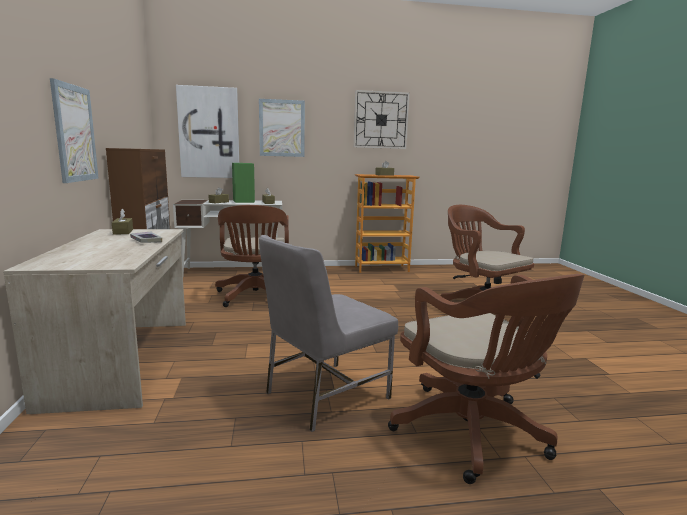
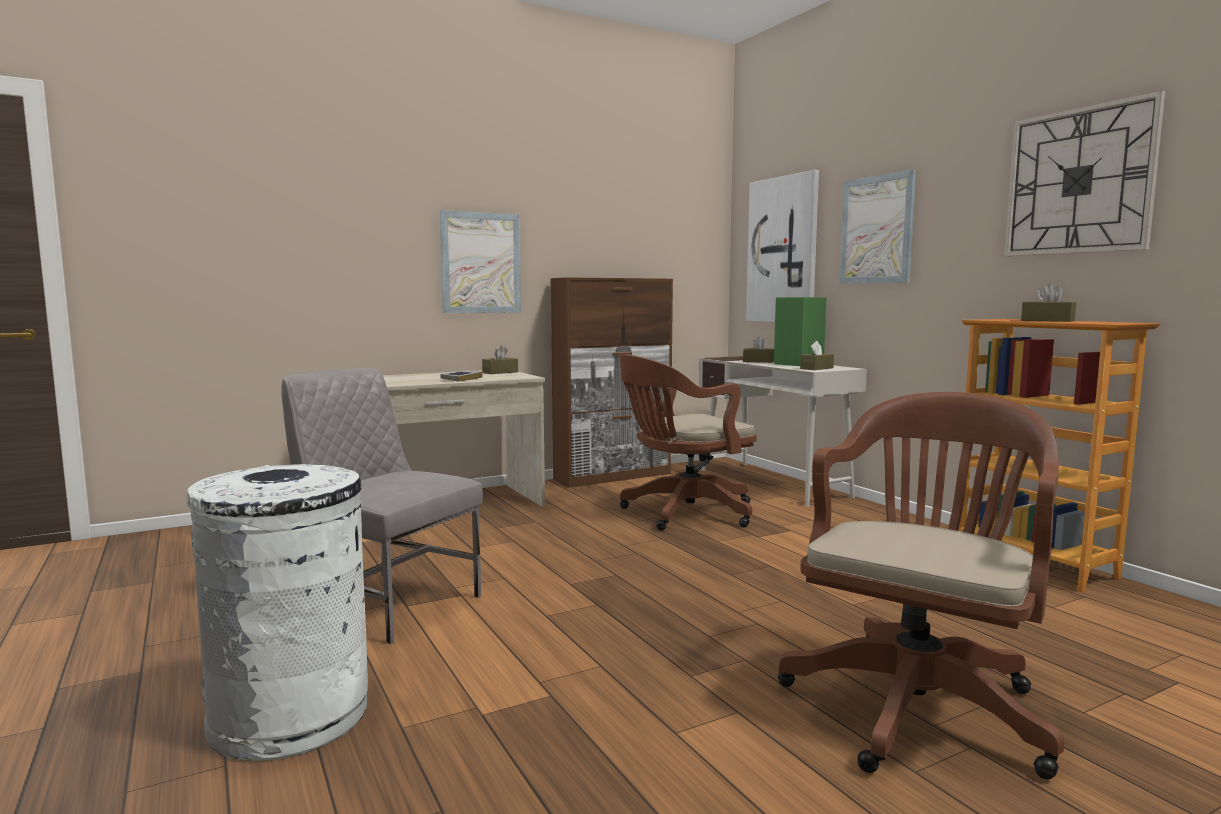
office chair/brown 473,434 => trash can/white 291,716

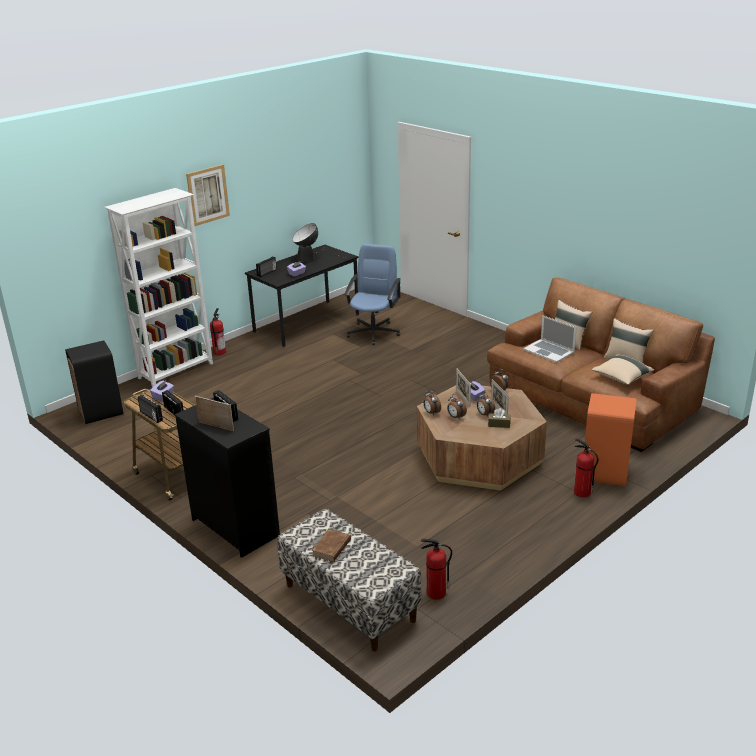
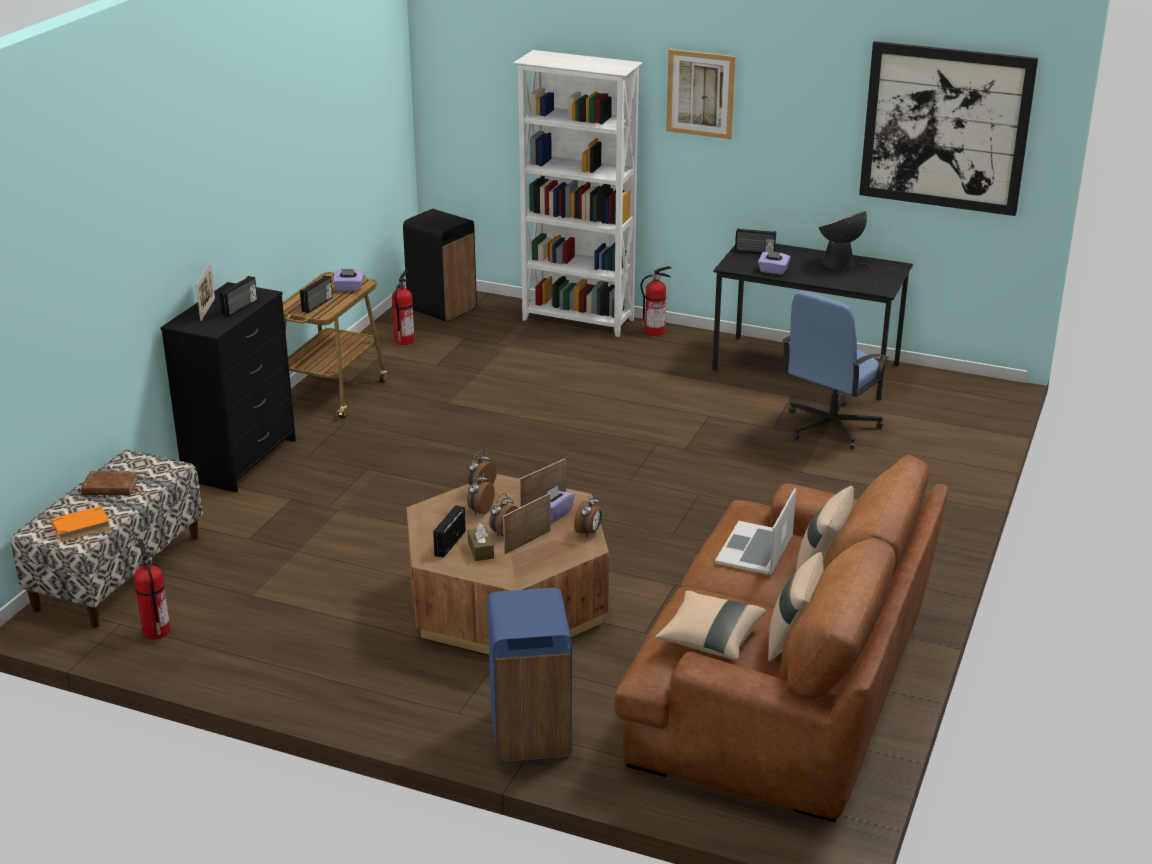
radio 150,416 => radio 449,543, relocated
office chair/blue 374,332 => office chair/blue 830,427, 135 degrees clockwise
fire extinguisher 581,492 => fire extinguisher 404,340, relocated
trash can/orange 605,473 => trash can/blue 529,734
nothing => book/orange 81,527
nothing => picture 945,128

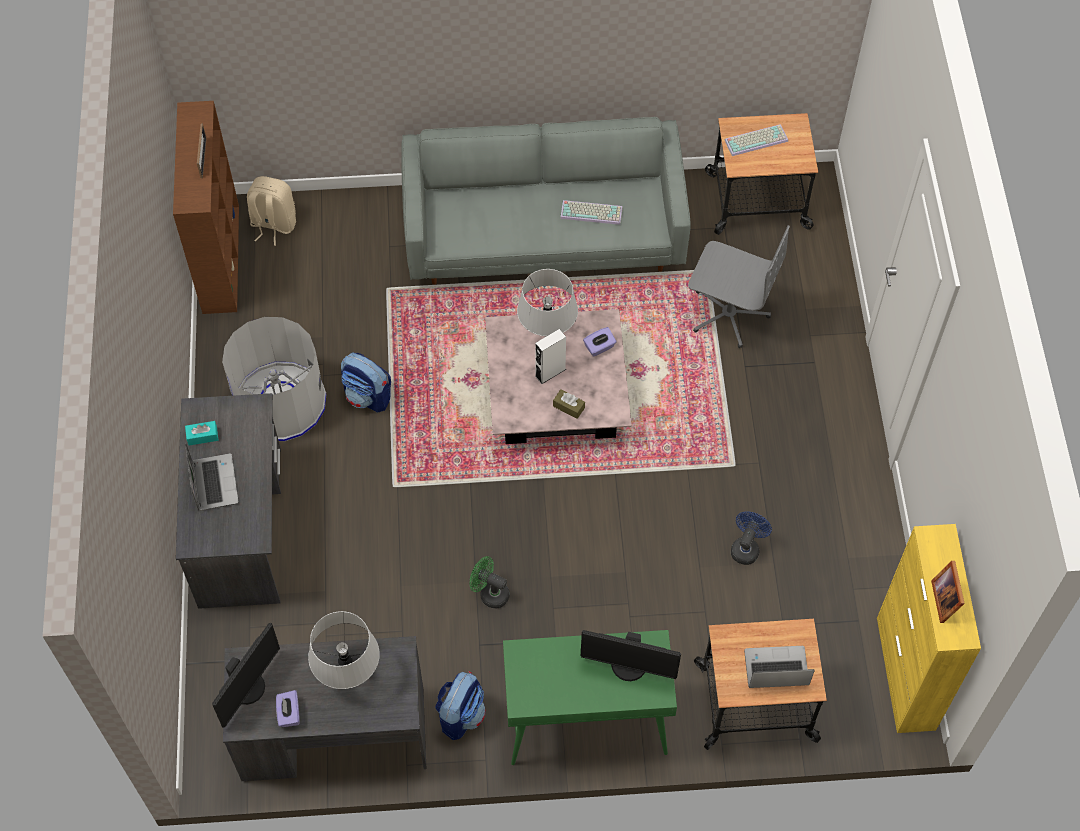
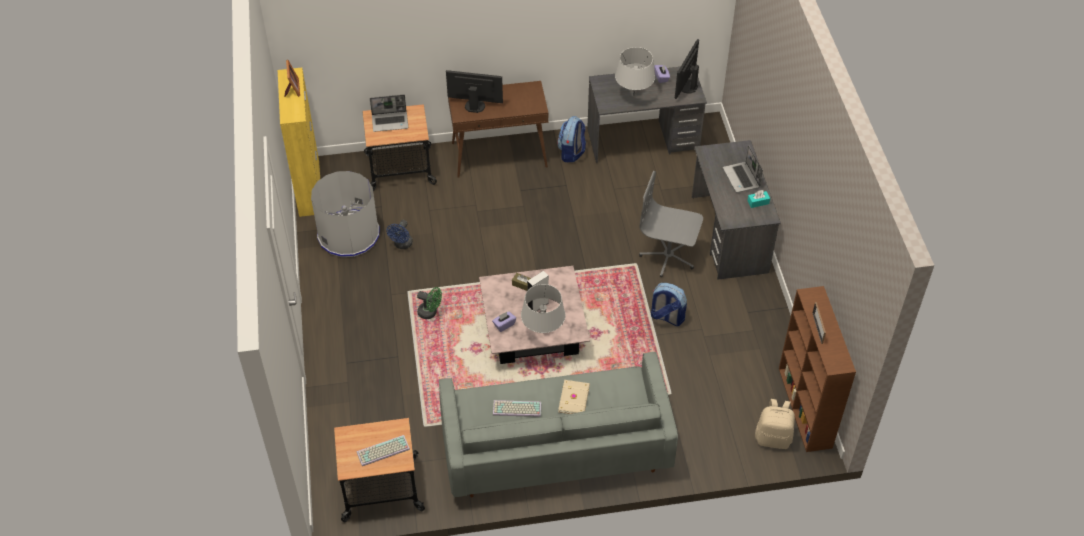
trash can/grey 280,403 => trash can/grey 348,234, relocated
fan/green 490,593 => fan/green 430,313, relocated
console table/green 585,720 => console table/brown 499,155
office chair/grey 728,313 => office chair/grey 668,256, relocated
nothing => book/beige 575,399

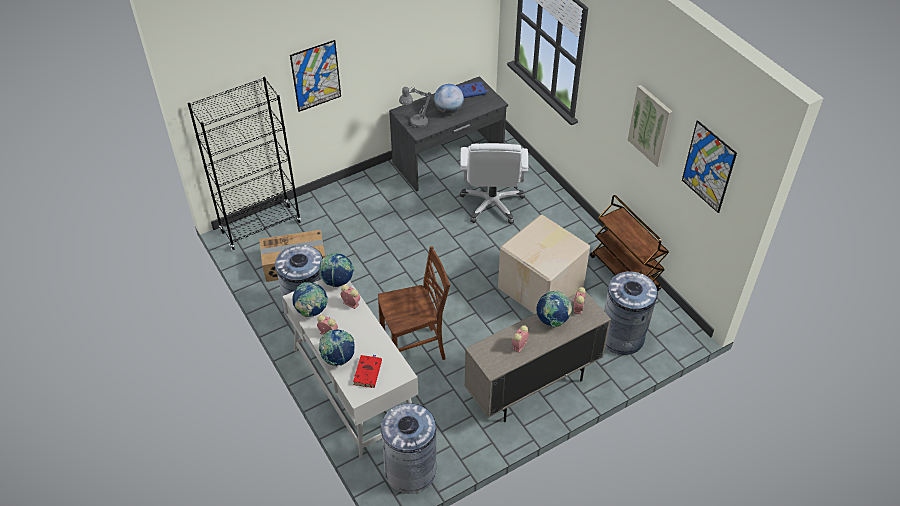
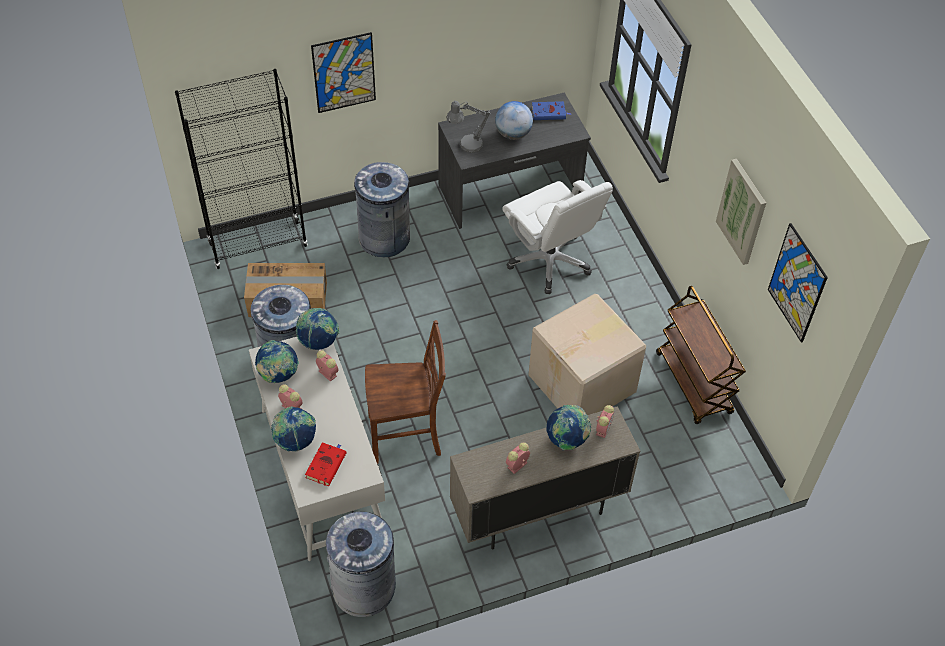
office chair/white 492,204 => office chair/white 550,261, 45 degrees counterclockwise
trash can/grey 622,337 => trash can/grey 384,238, relocated

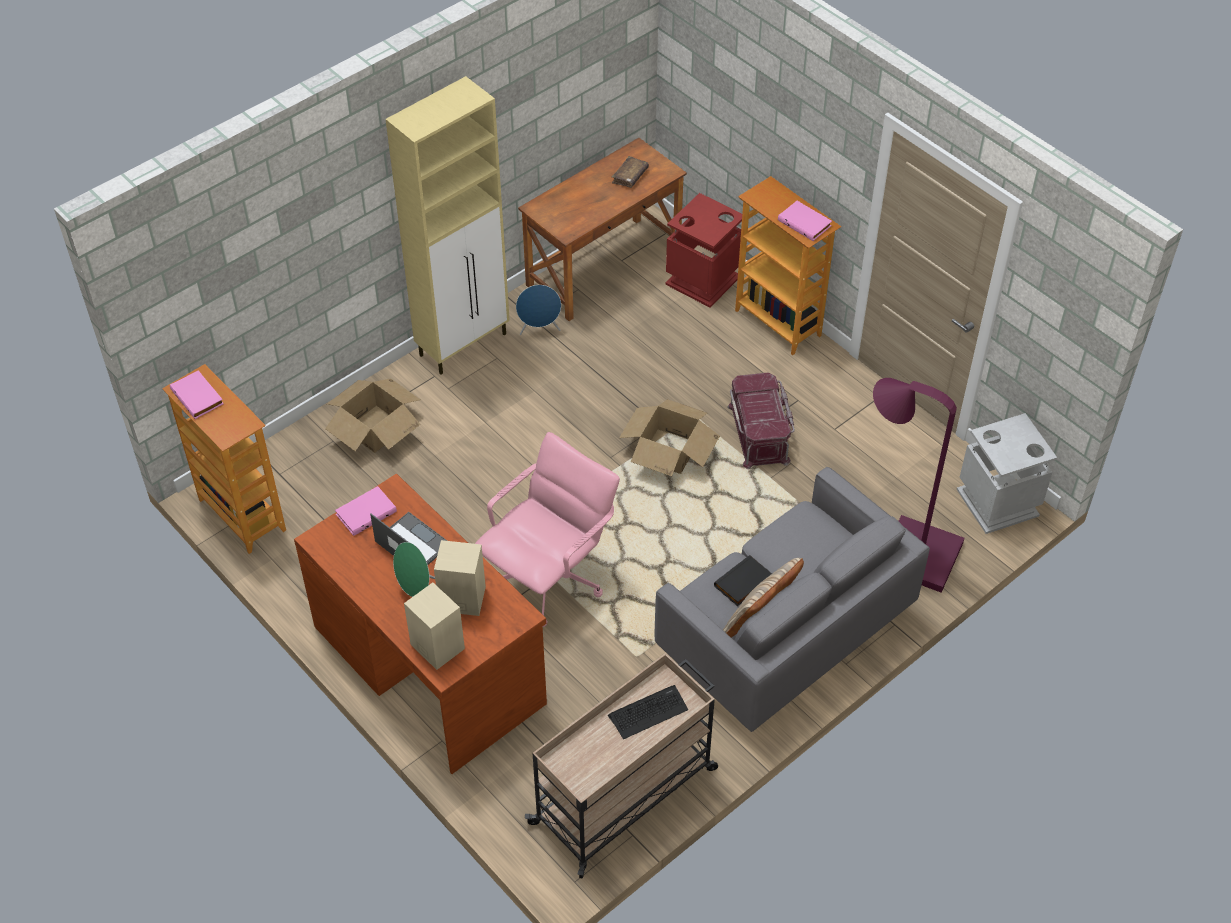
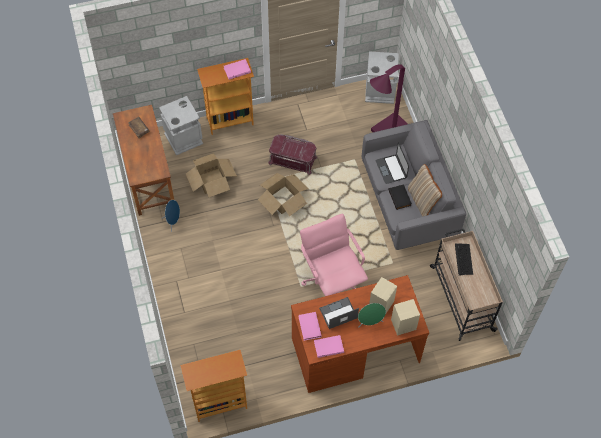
book/pink 198,396 => book/pink 329,346, relocated
cardboard box 375,428 => cardboard box 211,181, relocated
cabinet/beige 464,344 => nothing
trash can/red 704,280 => trash can/grey 183,138
nothing => laptop 391,169

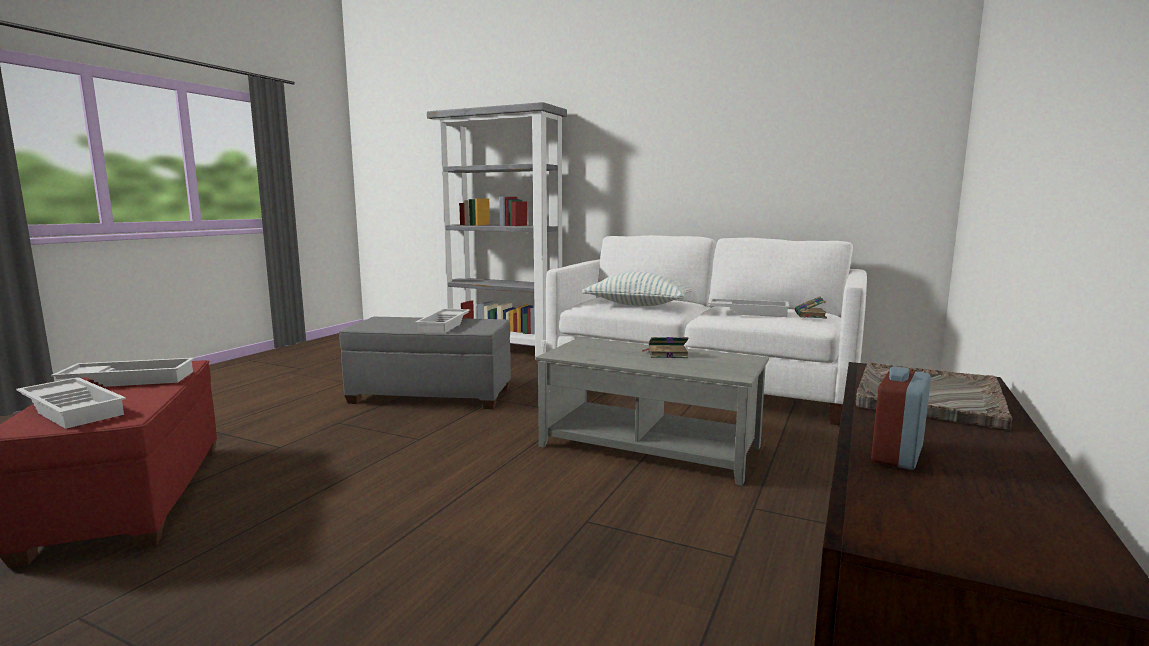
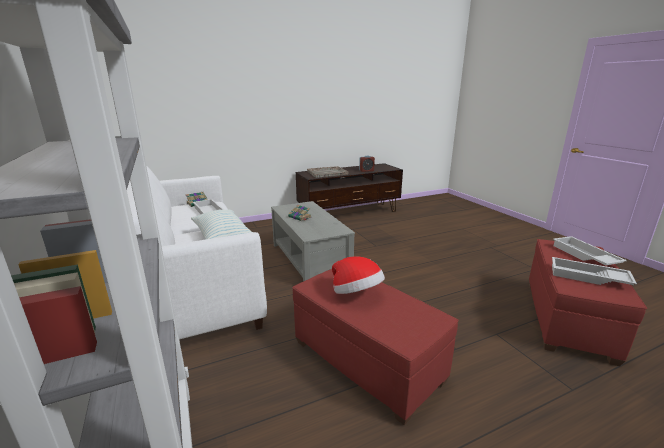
ottoman/grey 431,395 => ottoman/red 366,361
tray/white 445,325 => hat 356,294

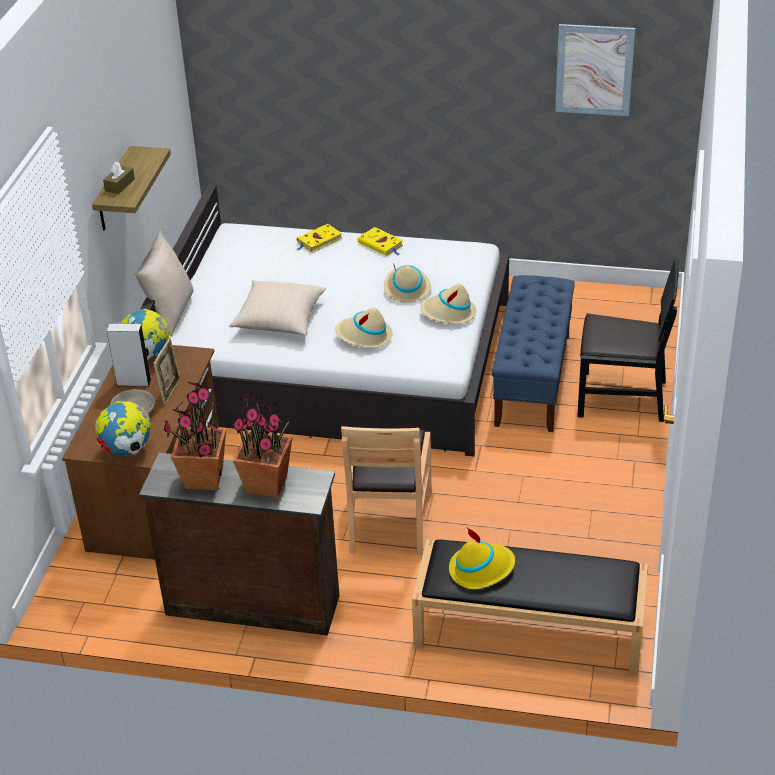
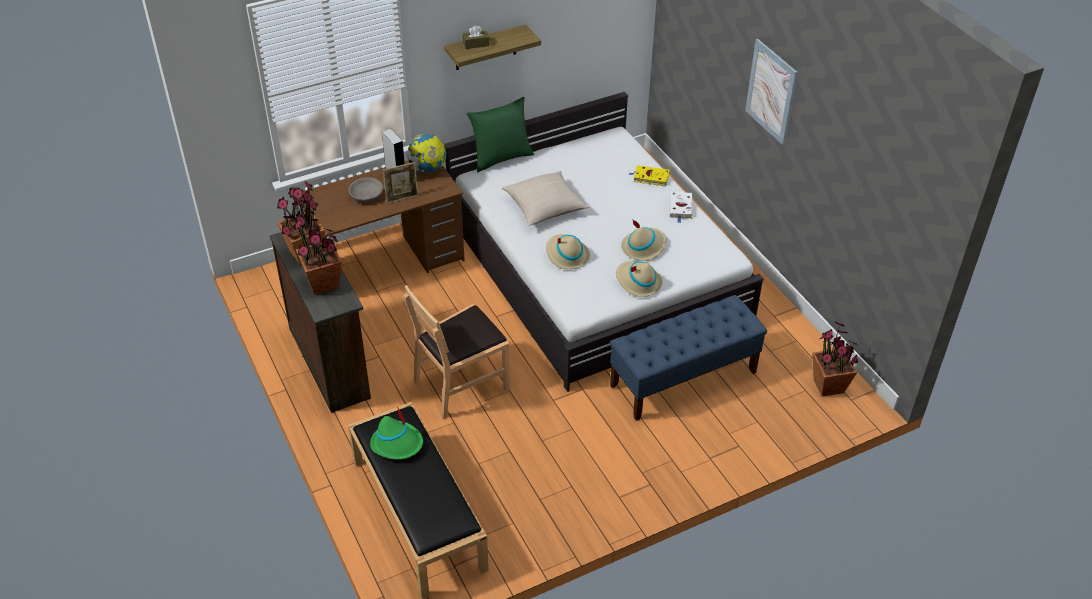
globe 127,450 => nothing
pillow/beige 170,313 => pillow/green 501,158
book/yellow 381,244 => book/white 681,208
hat/yellow 481,569 => hat/green 397,443
picture 594,70 => picture 771,91, relocated
chair/black 621,397 => nothing
nothing => potted plant 828,386

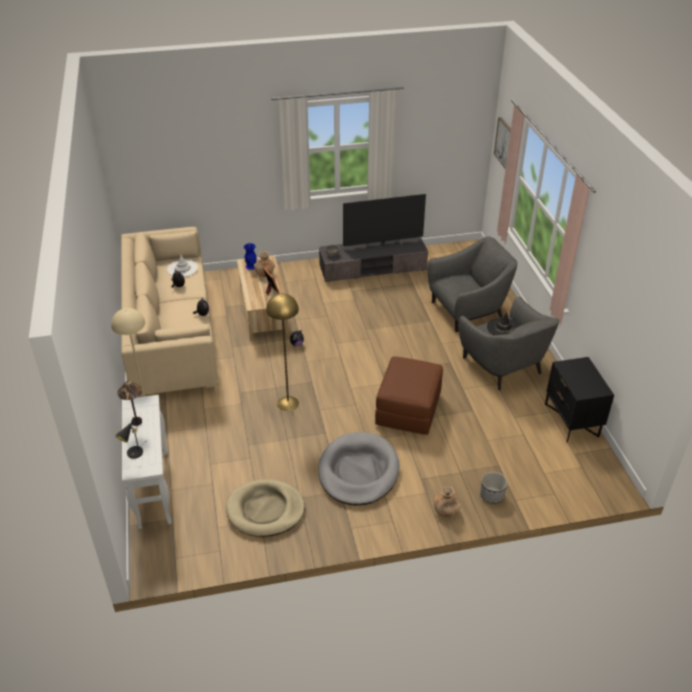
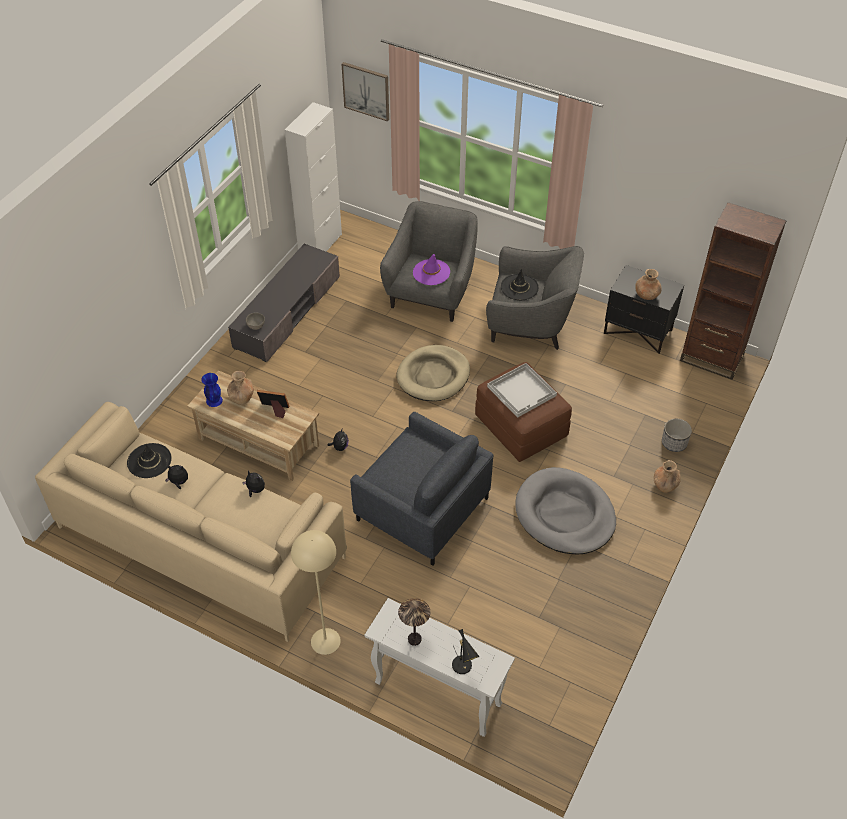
hat/white 182,269 => hat/black 149,461
dog bed/beige 265,510 => dog bed/beige 433,376, relocated
floor lamp/yellow 288,403 => armchair/grey 422,509
television 383,244 => nothing
nothing => cabinet/white 320,245
nothing => hat/purple 431,272
nothing => tray/white 522,391
nothing => vase/brown 646,295
nothing => bookcase/brown 711,358

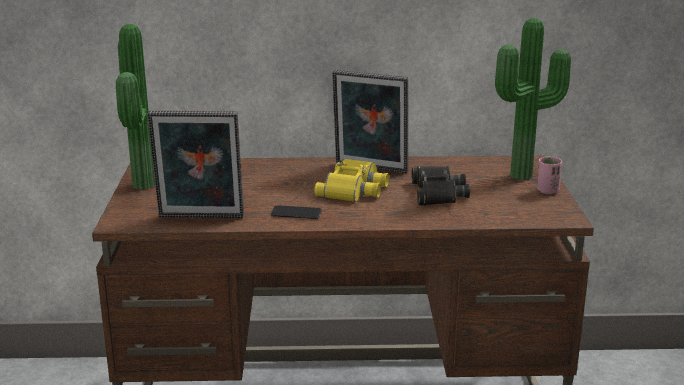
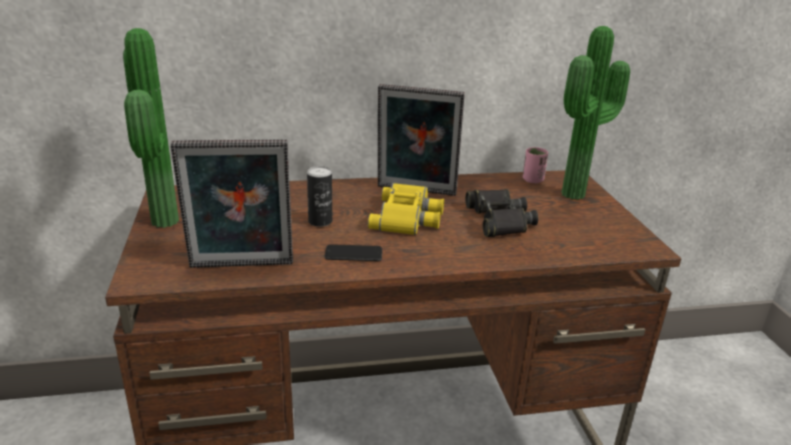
cup/pink 547,190 => cup/pink 532,180, relocated
nothing => can 320,221

